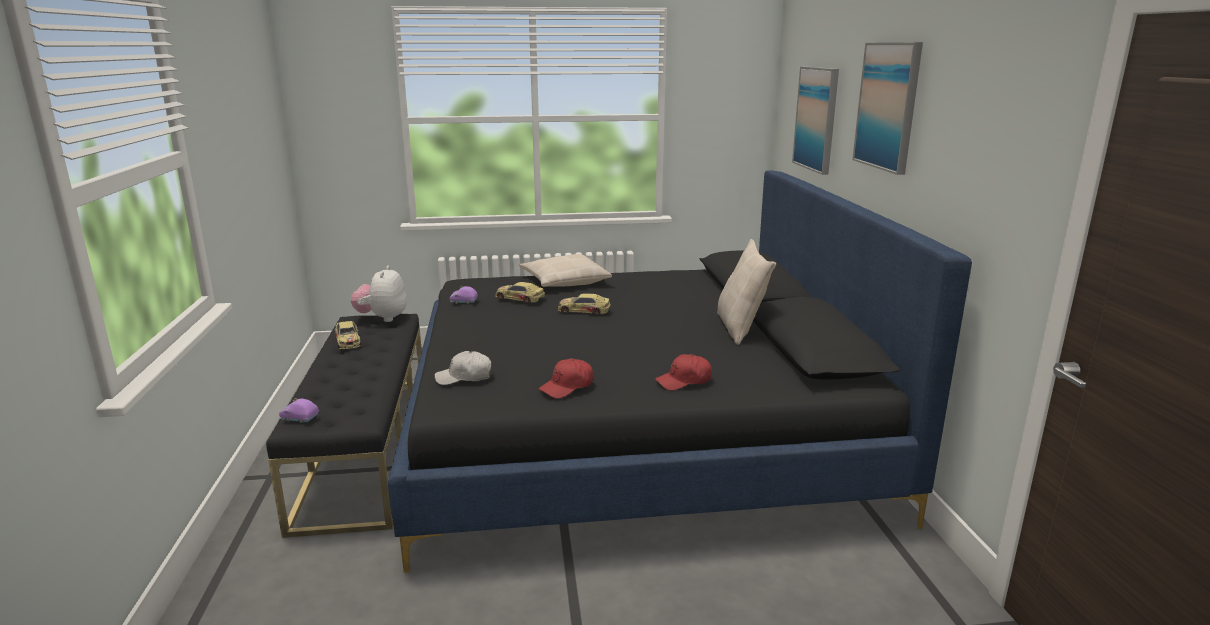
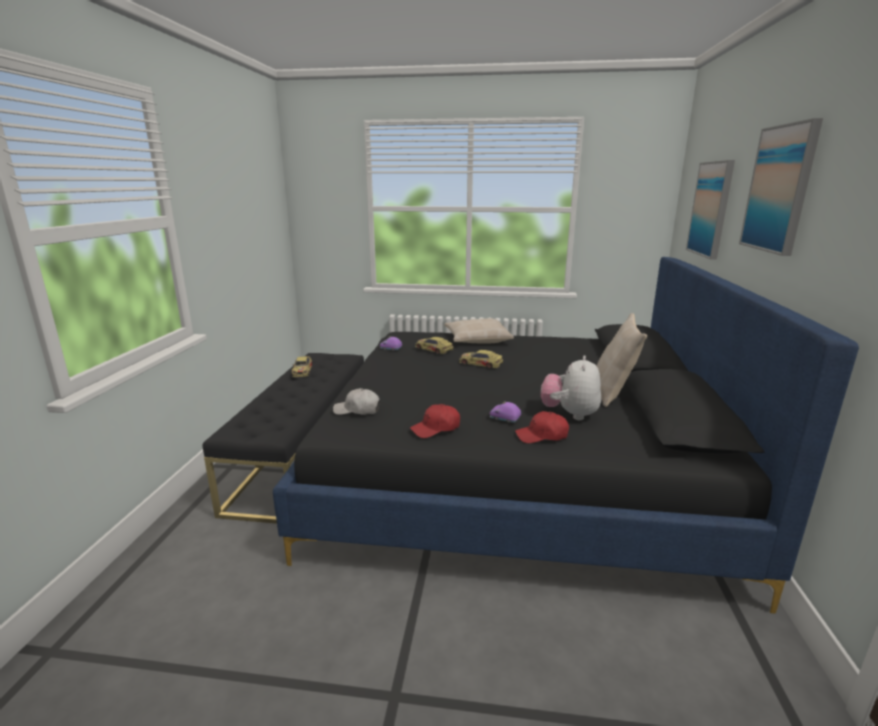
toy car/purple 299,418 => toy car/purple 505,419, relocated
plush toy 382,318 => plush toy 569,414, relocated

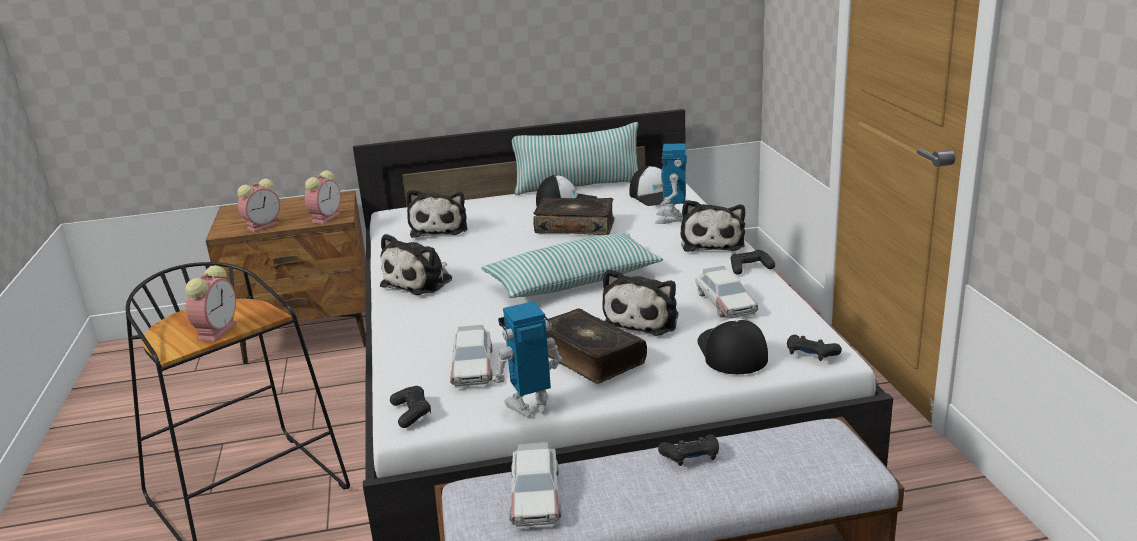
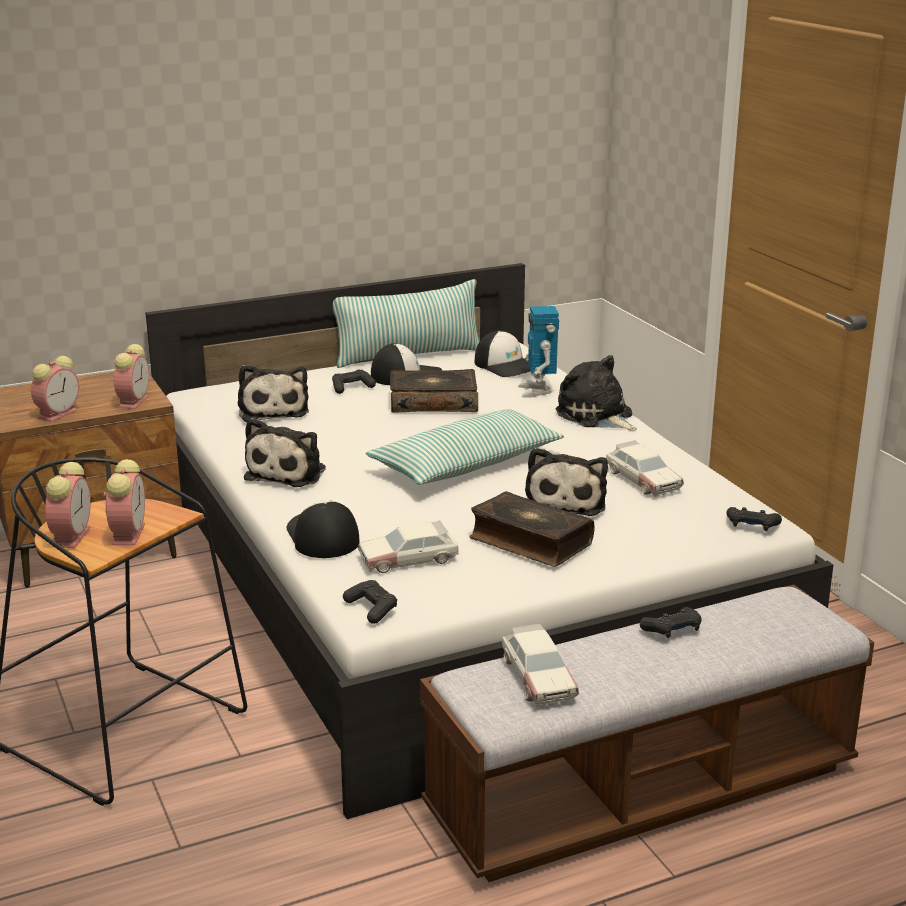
toy car 472,366 => toy car 409,559, 90 degrees clockwise
toy robot 530,407 => nothing
plush toy 712,242 => plush toy 596,416, 150 degrees clockwise
cap 731,352 => cap 322,536, relocated
game controller/black 750,268 => game controller/black 352,387, relocated
nothing => alarm clock 71,536

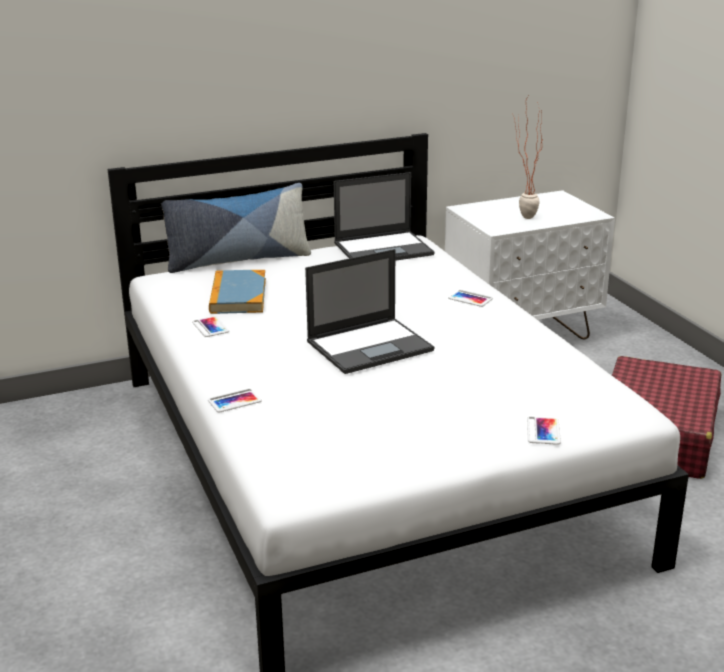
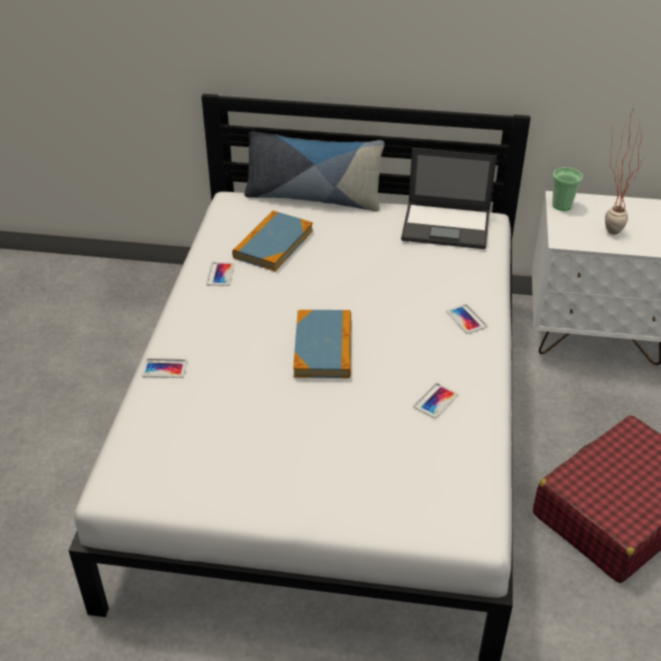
laptop 371,346 => book 323,347
phone 543,431 => phone 435,400, relocated
nothing => cup 562,205

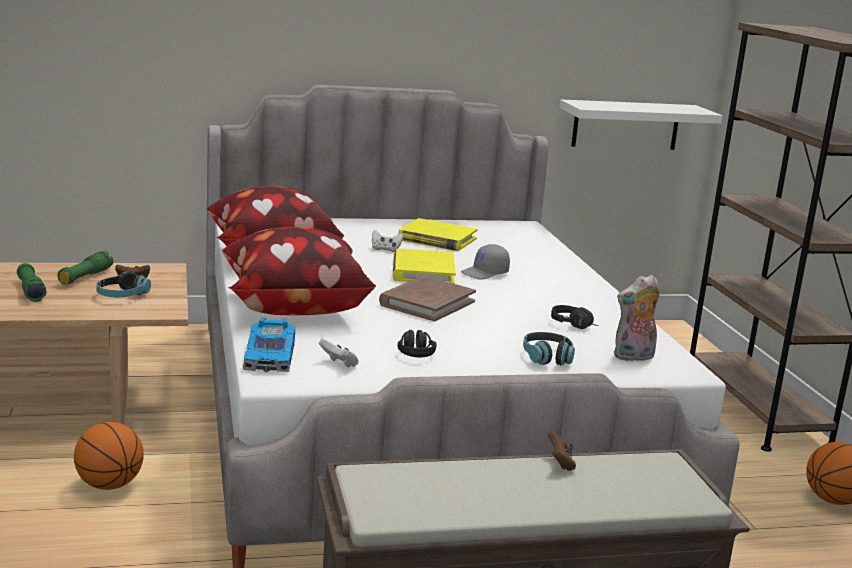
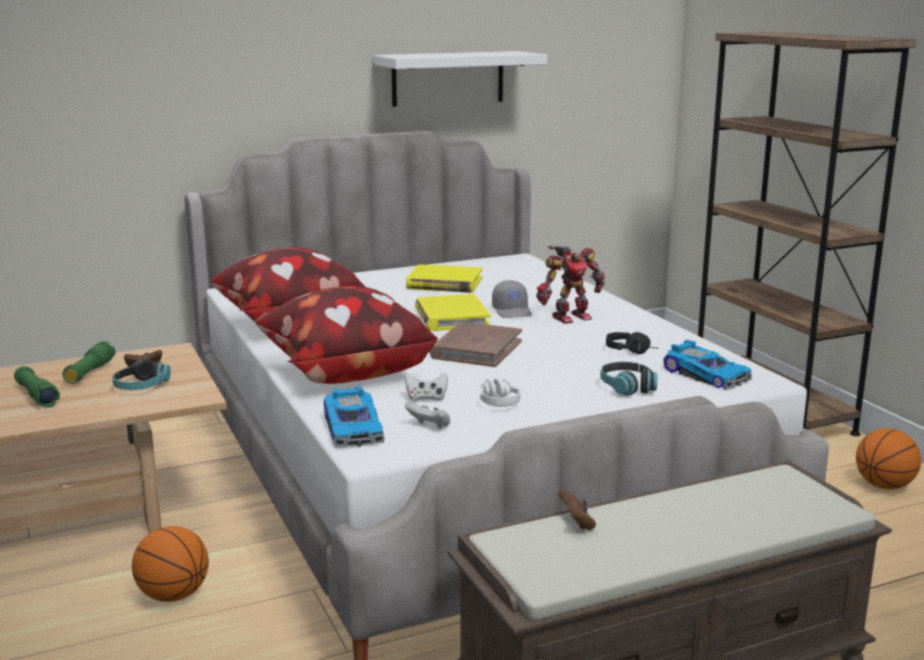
game controller/white 385,250 => game controller/white 426,398, relocated
headphones/black 415,351 => headphones/white 496,400
cap/grey 485,273 => cap/grey 512,311, 60 degrees counterclockwise
game controller/brown 560,463 => game controller/brown 577,523, relocated
shelf/white 626,125 => shelf/white 448,78, relocated
plush toy 633,357 => toy car 707,375
nothing => toy robot 569,317

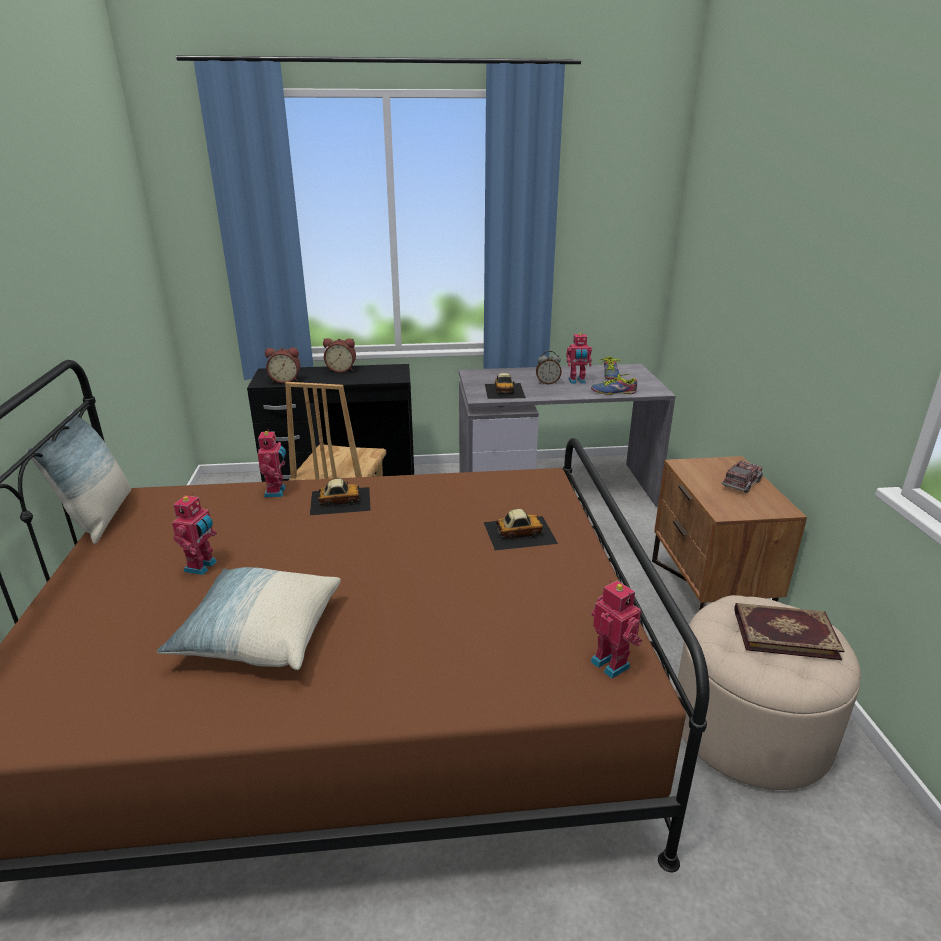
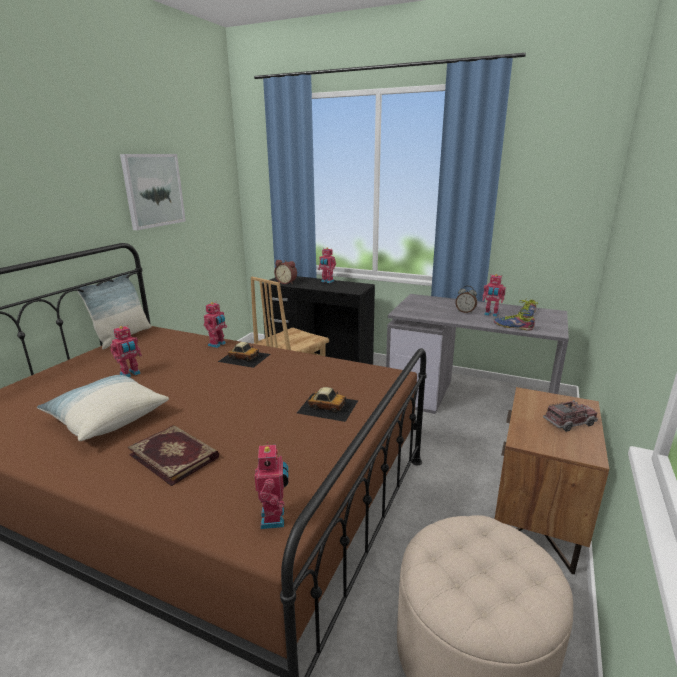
alarm clock 341,369 => toy robot 327,281
toy car 504,390 => nothing
book 784,632 => book 175,455, relocated
nothing => picture 153,190

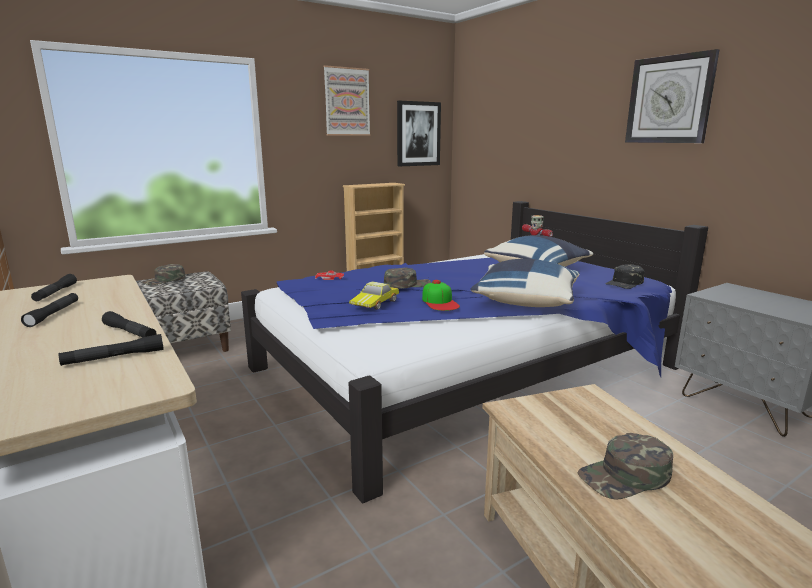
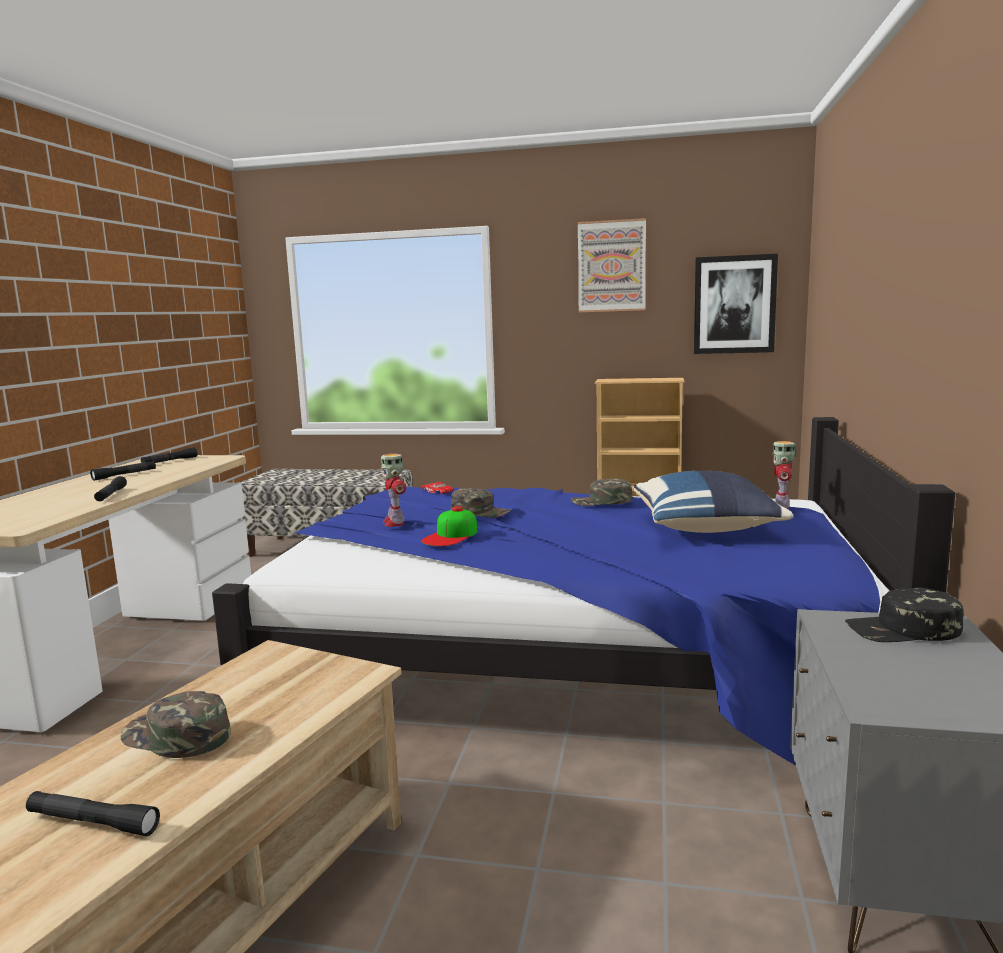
flashlight/black 114,357 => flashlight/black 92,822, relocated
cap/green 164,280 => cap/green 601,501, relocated
toy car 376,303 => toy robot 394,522
pillow/blue 525,301 => nothing
cap/black 625,283 => cap/black 903,630, relocated
wall clock 669,100 => nothing

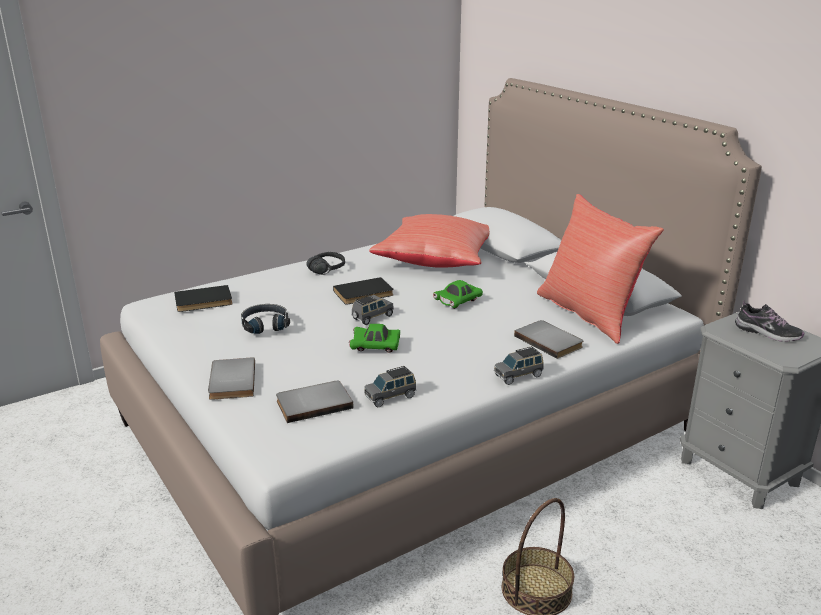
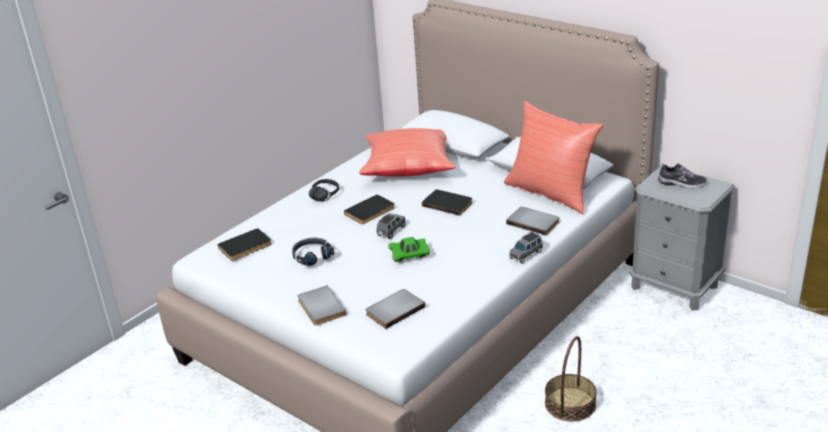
toy car/grey 391,397 => nothing
toy car/green 458,302 => book/black 448,203

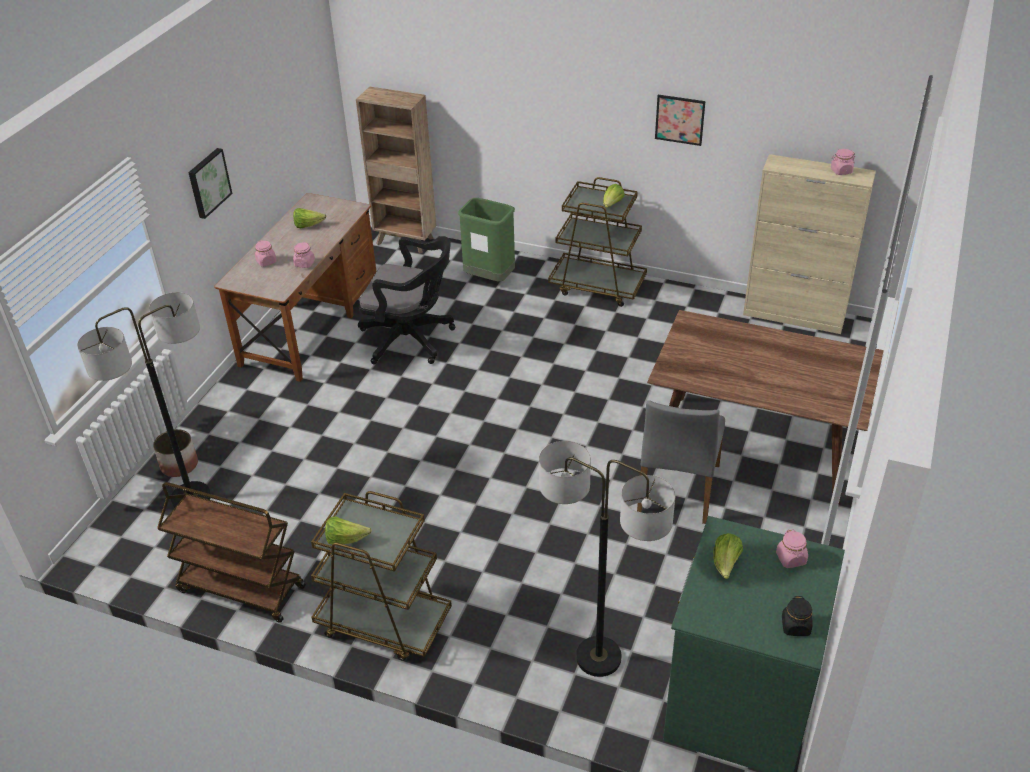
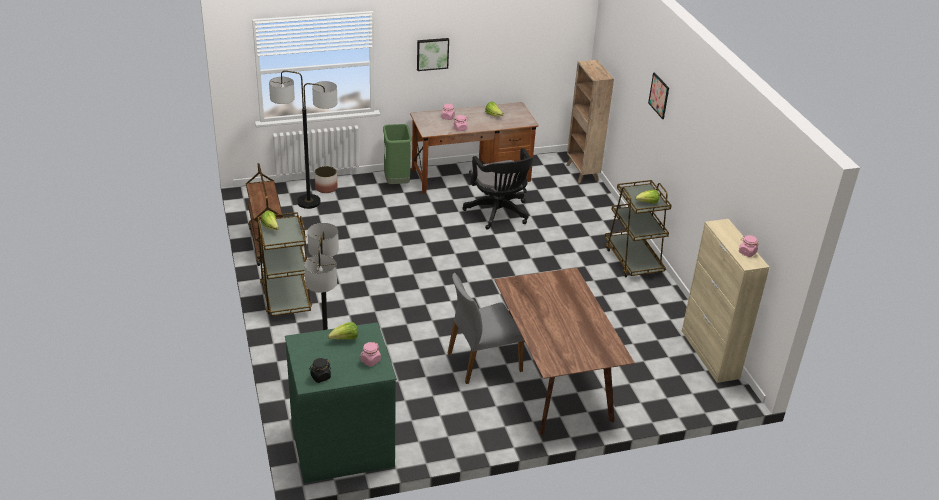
trash can/green 490,279 => trash can/green 397,182, relocated
picture 679,119 => picture 659,95, relocated

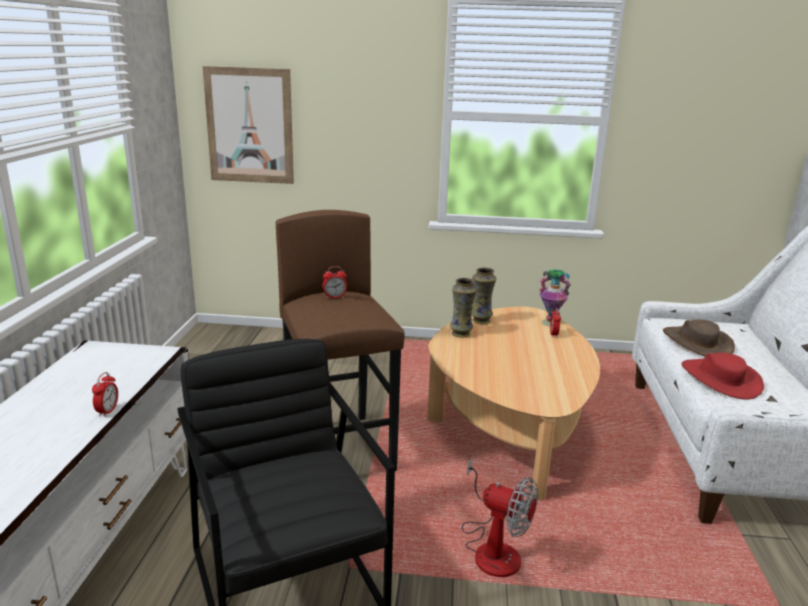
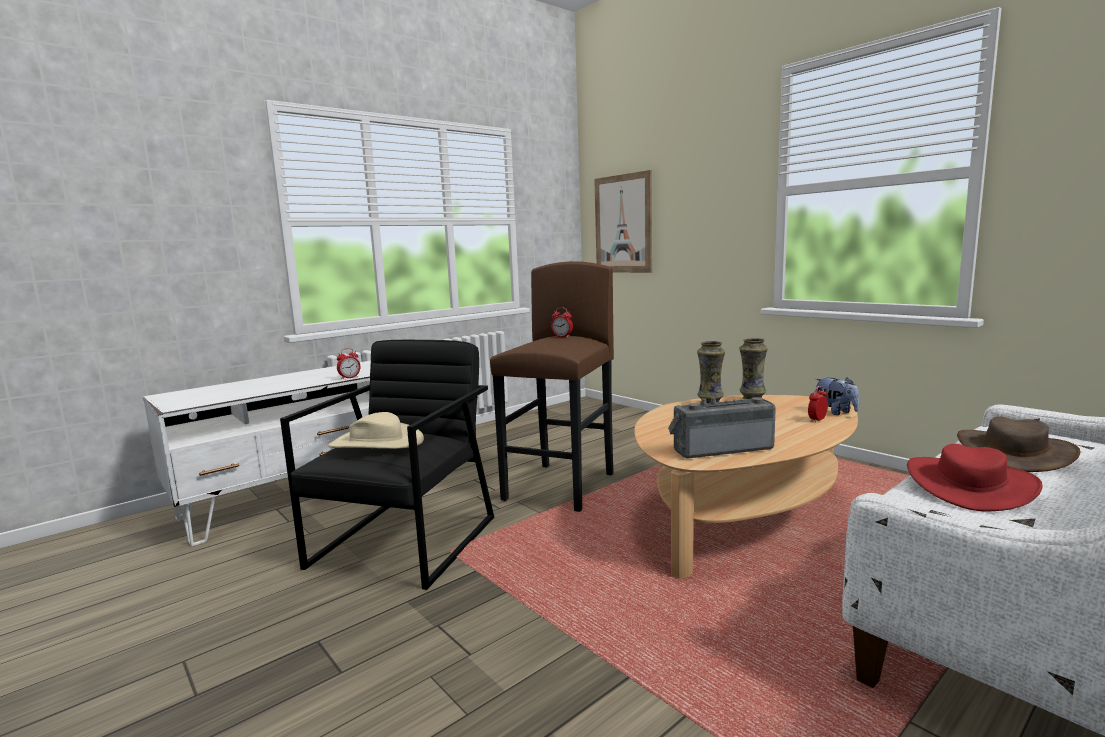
fan 492,548 => nothing
vase 550,322 => plush toy 835,412
nothing => hat/beige 377,443
nothing => radio 721,448

